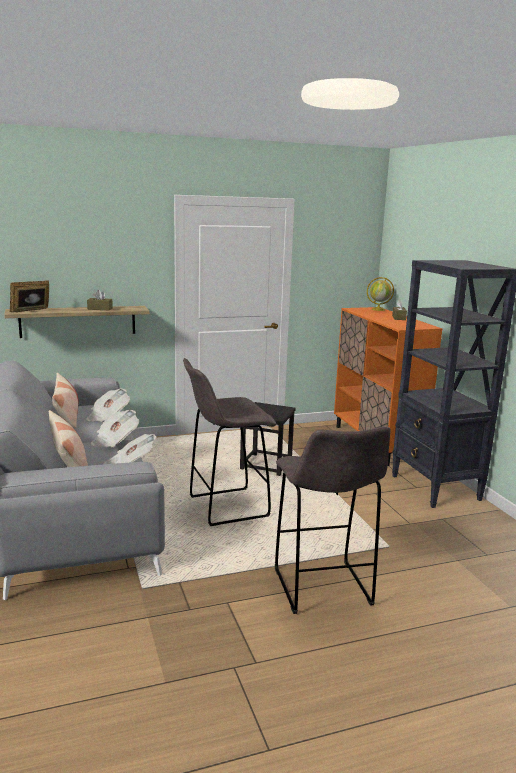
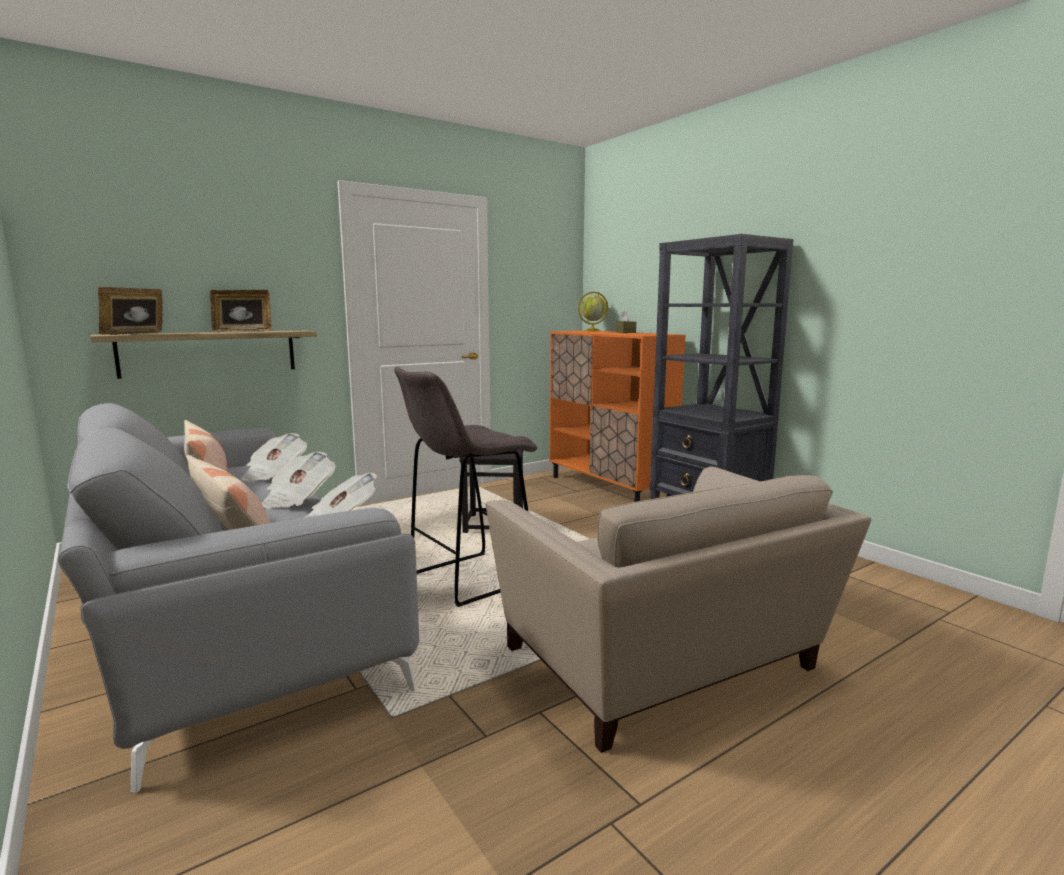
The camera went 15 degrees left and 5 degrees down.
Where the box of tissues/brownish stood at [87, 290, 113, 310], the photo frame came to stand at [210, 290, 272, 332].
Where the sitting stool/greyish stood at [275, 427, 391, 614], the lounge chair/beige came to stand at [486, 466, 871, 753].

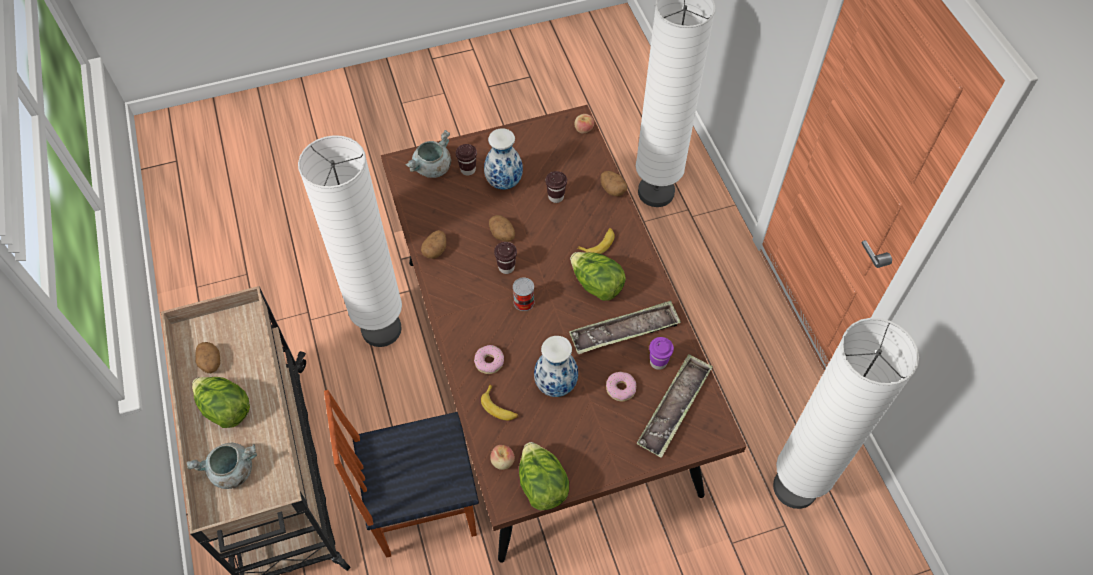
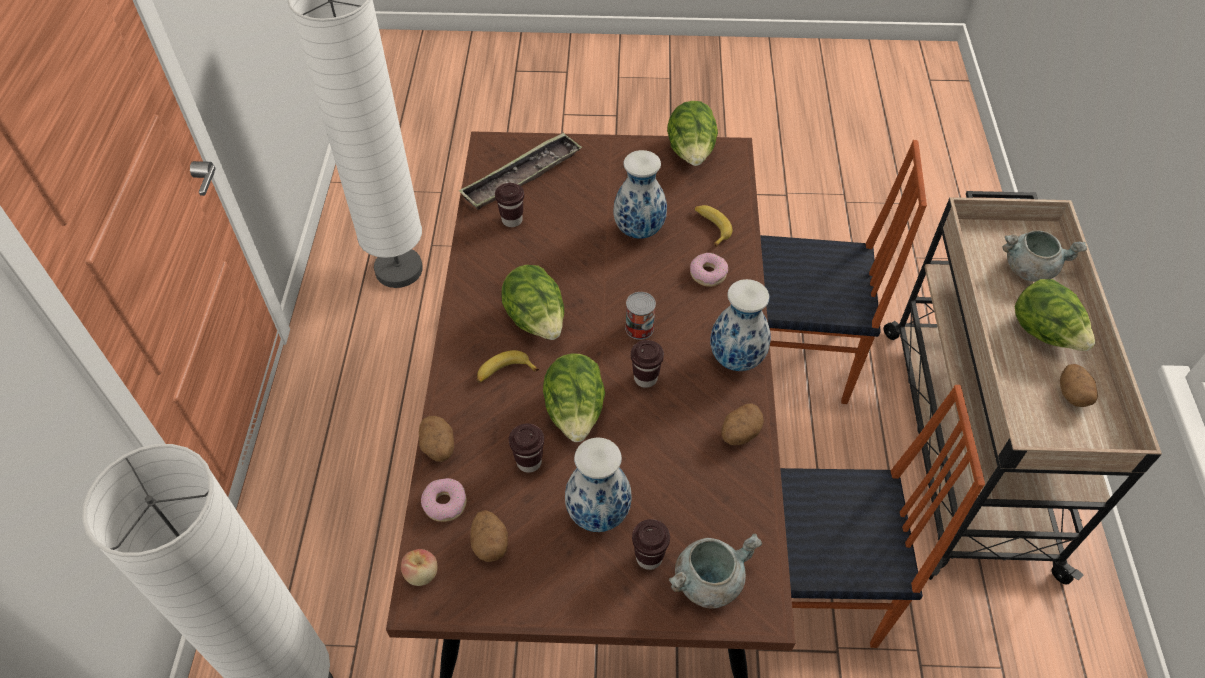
The camera went 160 degrees left and 5 degrees down.
Where the standard lamp/whitish stood at [298, 135, 402, 347], the upright chair came to stand at [780, 385, 985, 648].
The spud ended up elsewhere, having gone from [489, 215, 515, 242] to [470, 510, 508, 562].
The second view lost the apple at [490, 445, 515, 470].
The second view lost the tray at [569, 301, 681, 354].
The doughnut ended up elsewhere, having gone from [606, 372, 636, 402] to [421, 478, 467, 522].
What was the cup/purplish at [649, 337, 674, 370] turned into the cup/brownish at [495, 183, 524, 227].
The second view gained the lettuce head at [543, 353, 605, 442].
The second view gained the flower vase at [710, 279, 771, 371].

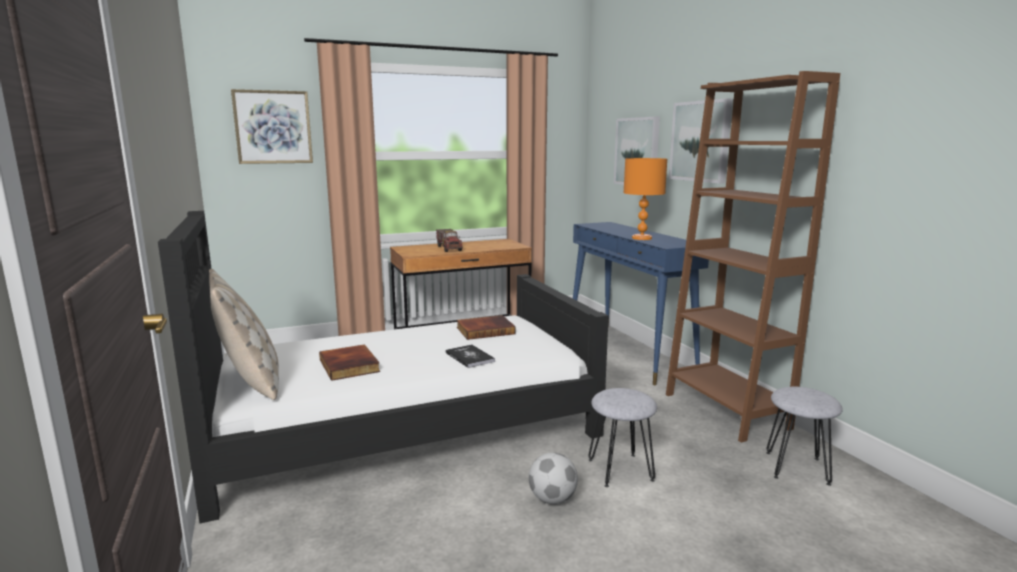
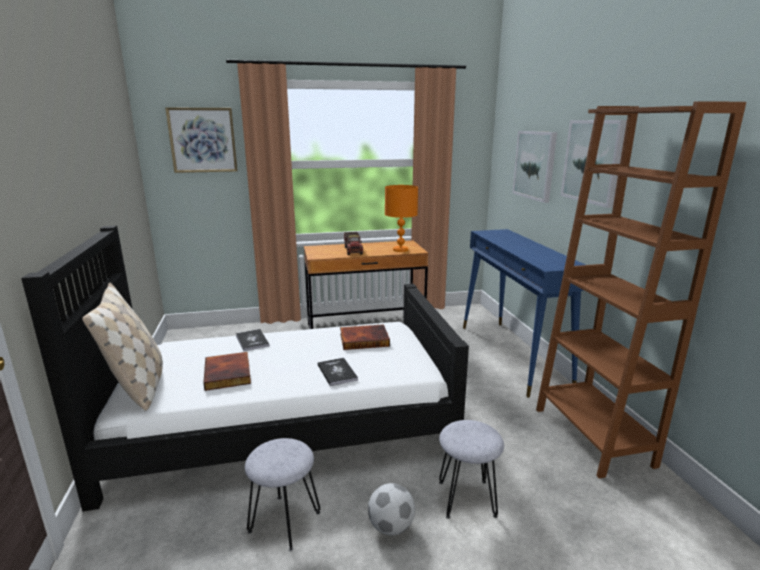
The camera went 10 degrees right and 5 degrees up.
The tabletop lamp/orange ended up elsewhere, having gone from [624, 158, 667, 240] to [385, 185, 418, 252].
The sitting stool/greyish ended up elsewhere, having gone from [766, 387, 843, 486] to [245, 438, 321, 551].
The second view gained the volume at [236, 329, 269, 351].

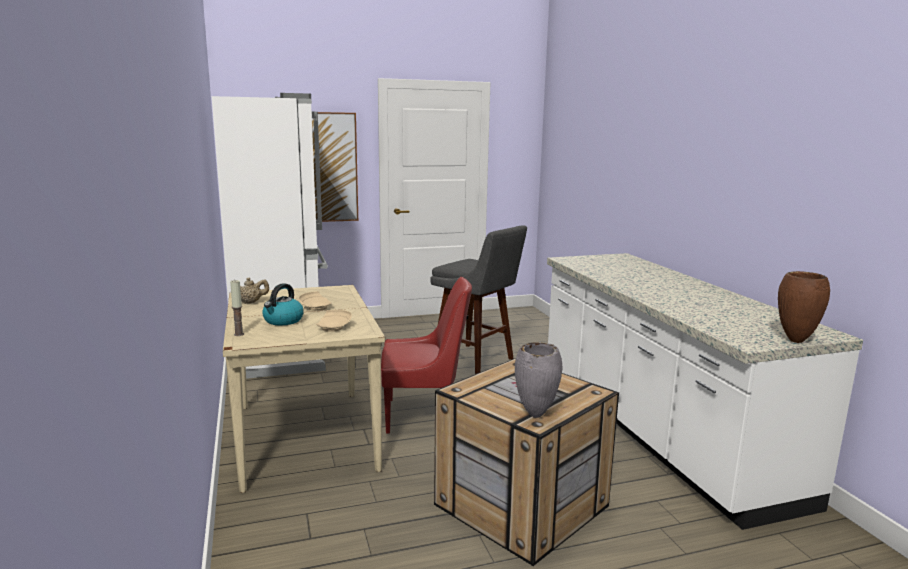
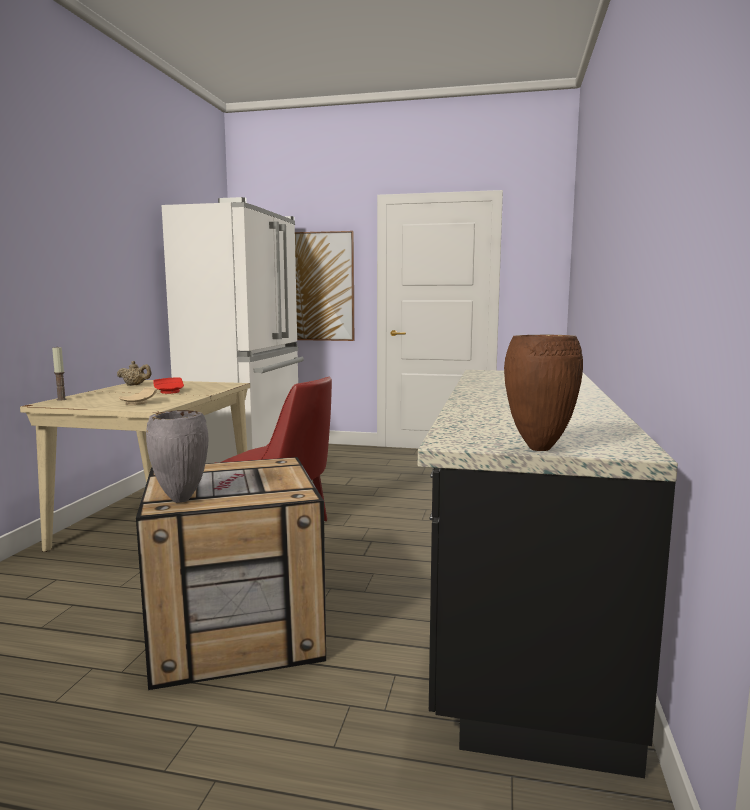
The camera went 30 degrees right and 5 degrees down.
The second view lost the tea kettle at [262, 283, 304, 325].
What was the flat dish/beige at [299, 291, 332, 311] turned into the flat dish/red-coloured at [153, 378, 184, 394].
The second view lost the sitting stool/greyish at [430, 225, 527, 374].
What was the kitchen counter/whitish at [547, 253, 863, 530] turned into the kitchen counter/black-coloured at [418, 370, 678, 778].

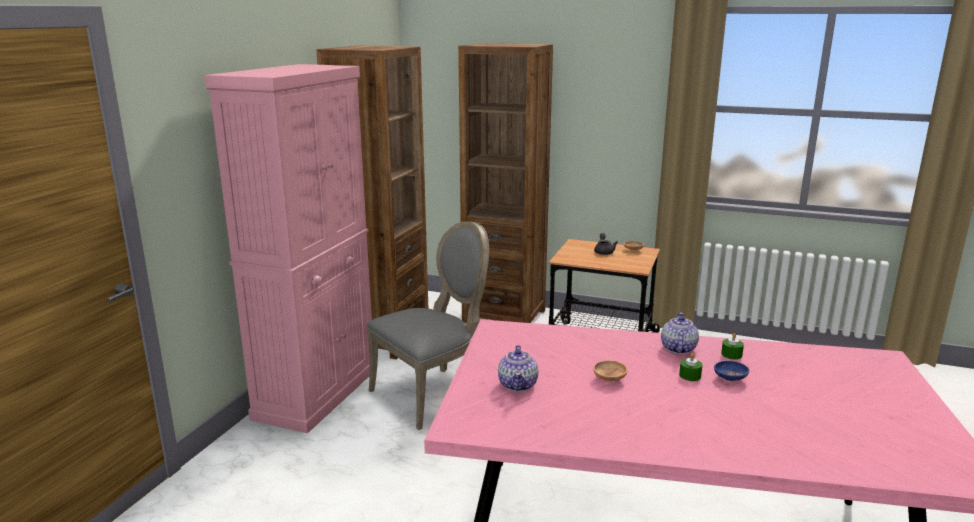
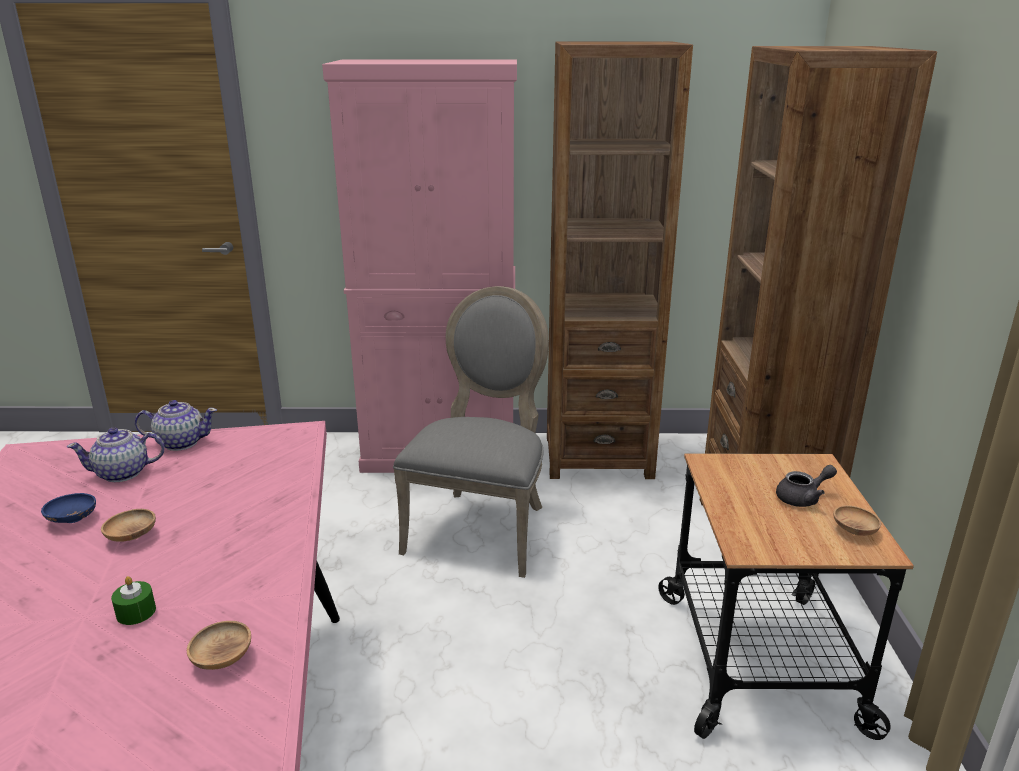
The camera went 70 degrees right and 5 degrees up.
The upright chair/greyish at [367, 221, 489, 430] ended up facing another way, 105 degrees counterclockwise from before.
The tea pot ended up elsewhere, having gone from [661, 313, 699, 354] to [135, 400, 217, 451].
The bowl/bluish ended up elsewhere, having gone from [714, 361, 749, 381] to [41, 493, 96, 523].
Where the wax light/green stood at [721, 333, 744, 360], the bowl/brownish came to stand at [187, 621, 251, 670].

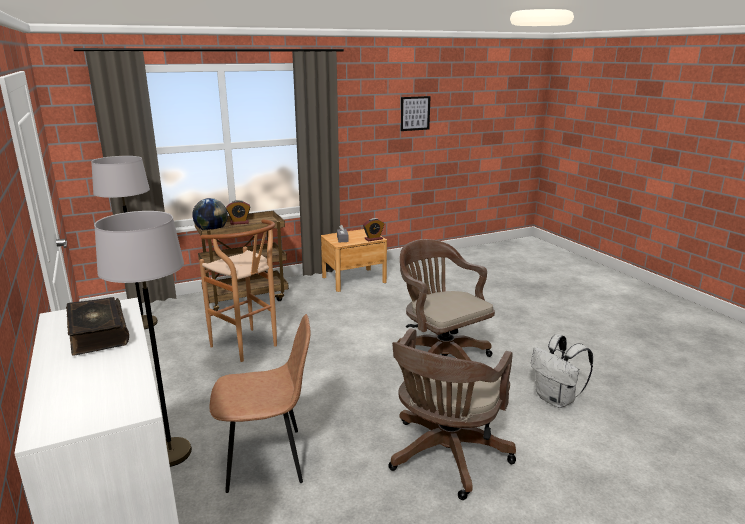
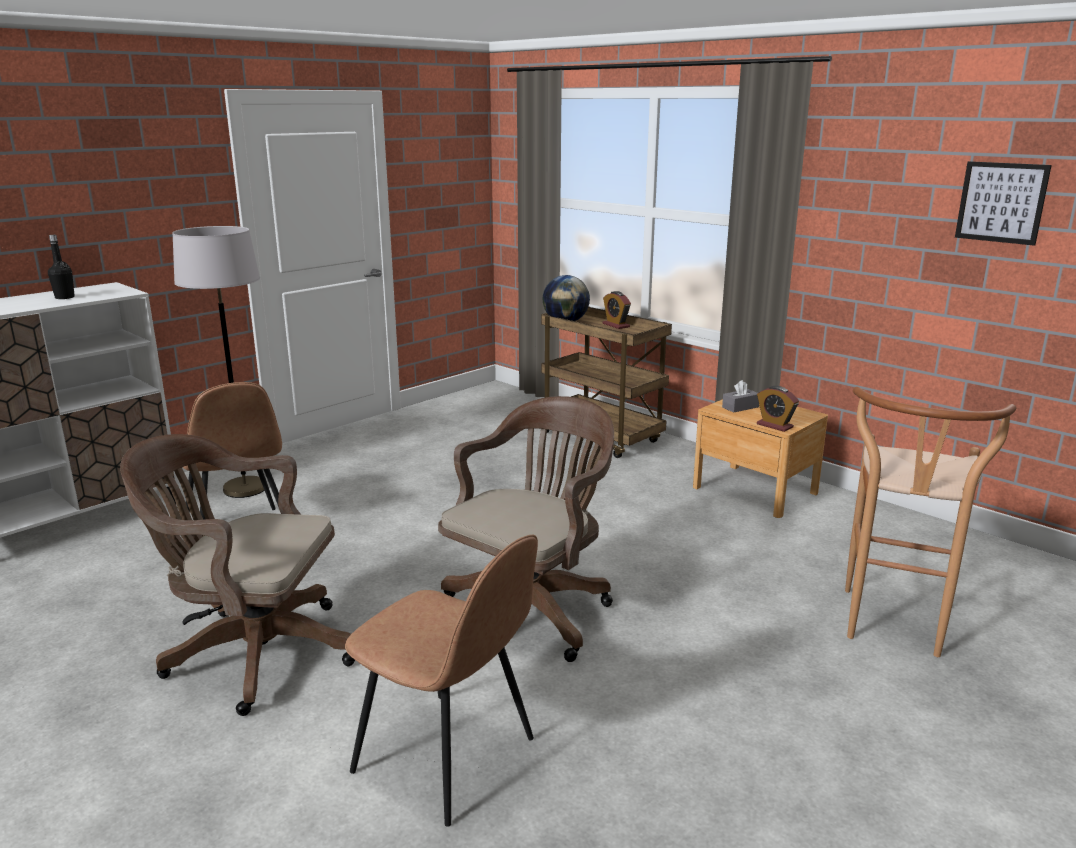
The camera went 70 degrees right and 0 degrees up.
Where the volume stood at [66, 297, 129, 355], the beverage bottle/black-coloured came to stand at [48, 235, 75, 299].
The second view lost the standard lamp/greyish at [91, 156, 158, 329].
The sitting stool/brownish ended up elsewhere, having gone from [199, 219, 277, 362] to [845, 387, 1016, 657].
Where the rucksack/whitish stood at [531, 334, 593, 408], the upright chair/brownish came to stand at [345, 535, 538, 827].

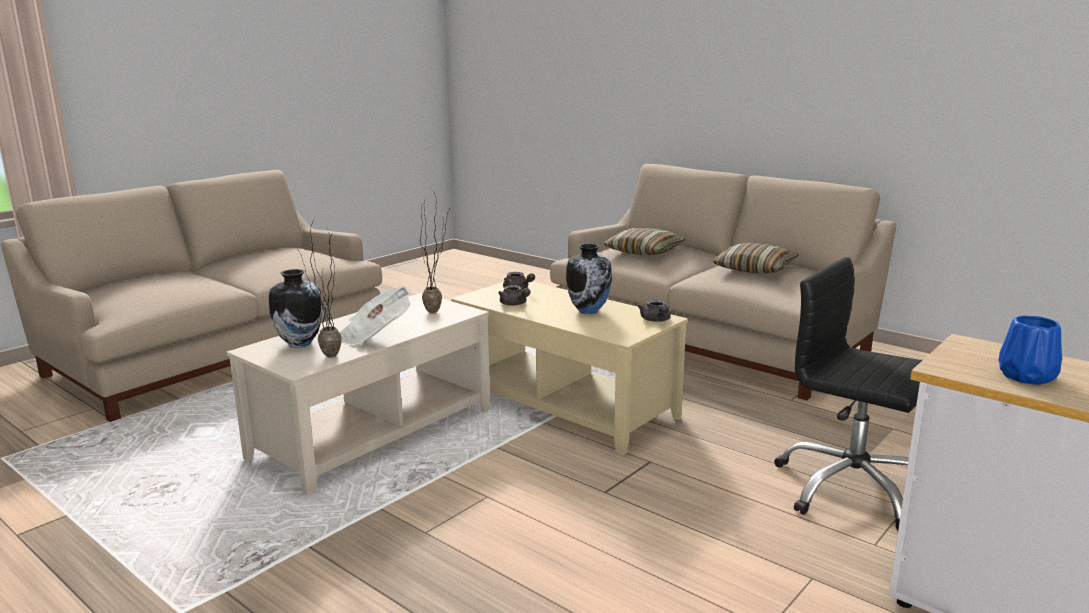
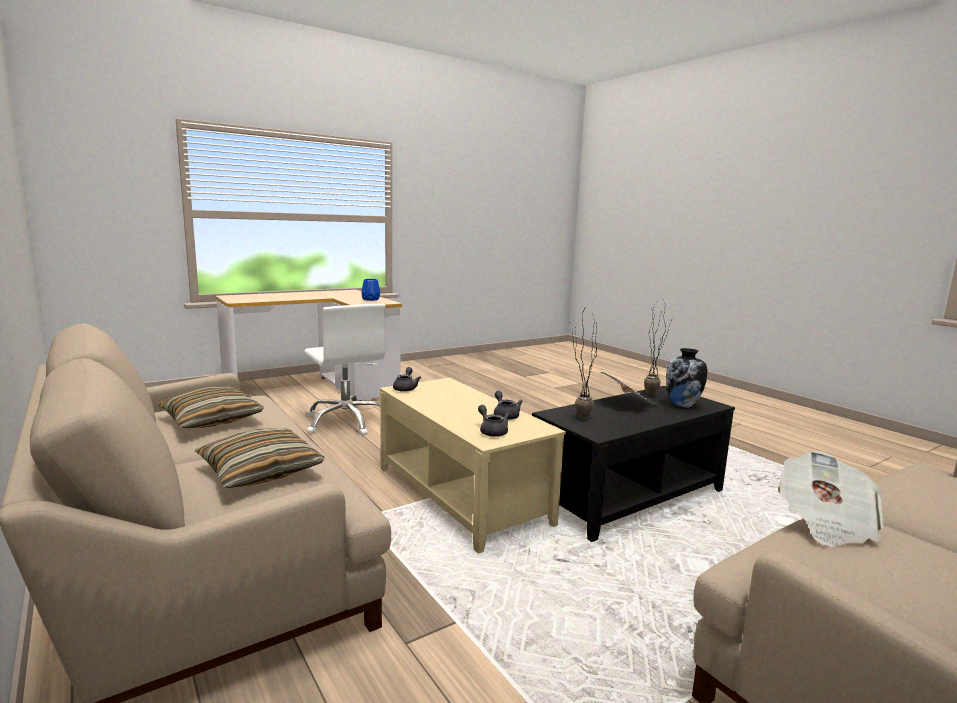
The camera went 165 degrees left and 5 degrees down.
What was the coffee table/beige at [227, 293, 490, 496] turned into the coffee table/black-coloured at [532, 386, 735, 542].
The second view lost the flower vase at [566, 244, 612, 314].
What was the computer chair/black-coloured at [774, 257, 922, 531] turned into the computer chair/whitish at [304, 304, 385, 436].
The second view gained the daily paper at [777, 451, 884, 547].

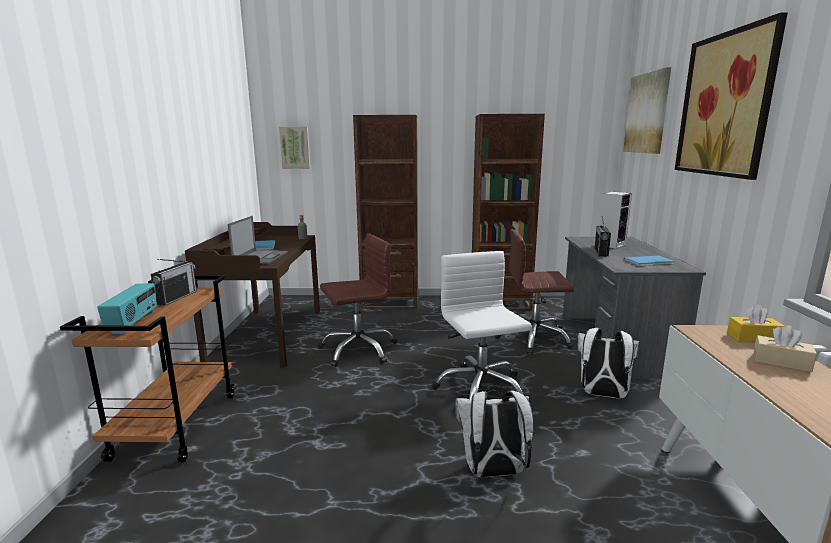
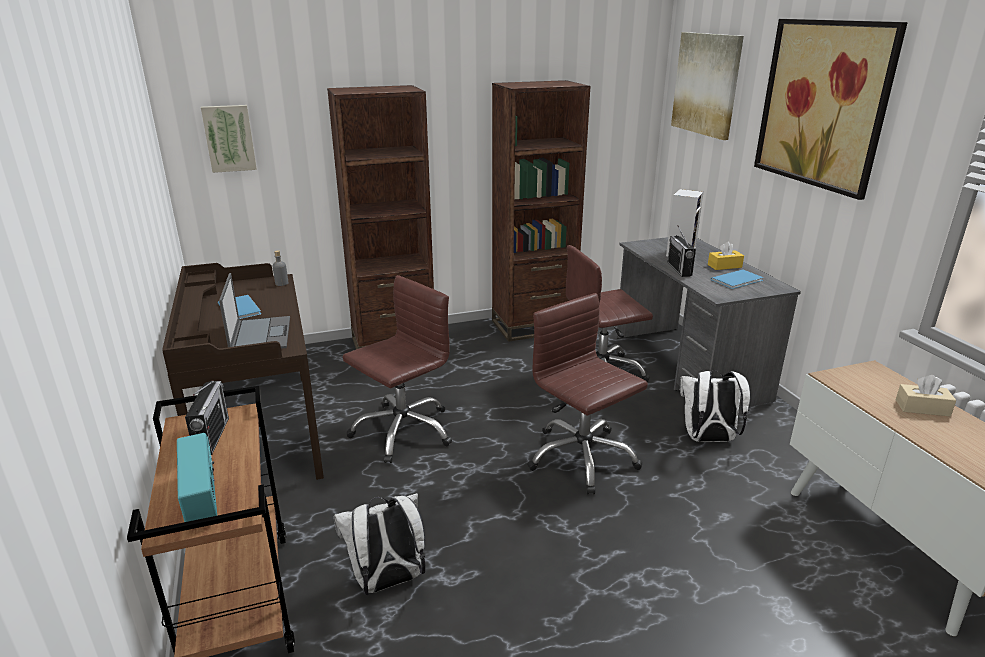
The camera went 20 degrees left and 10 degrees up.
What was the computer chair/whitish at [432, 251, 532, 400] turned into the computer chair/brownish at [527, 293, 648, 495].
The rucksack/whitish ended up elsewhere, having gone from [455, 390, 534, 477] to [333, 493, 425, 595].
The box of tissues/yellow ended up elsewhere, having gone from [727, 305, 785, 342] to [708, 242, 744, 270].

